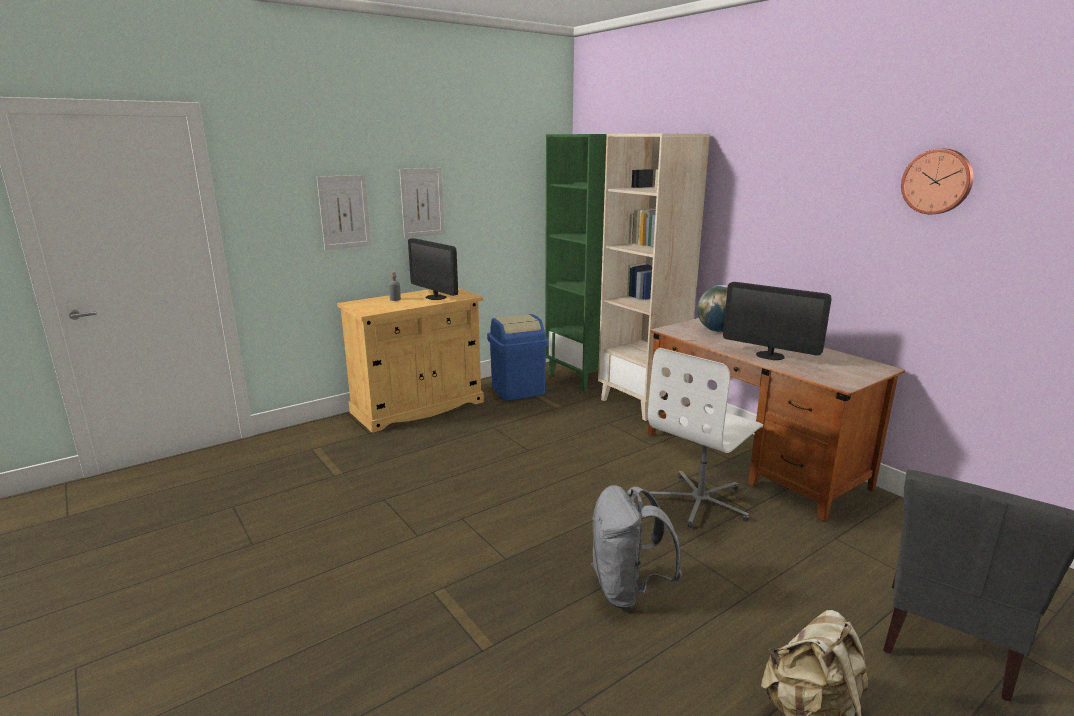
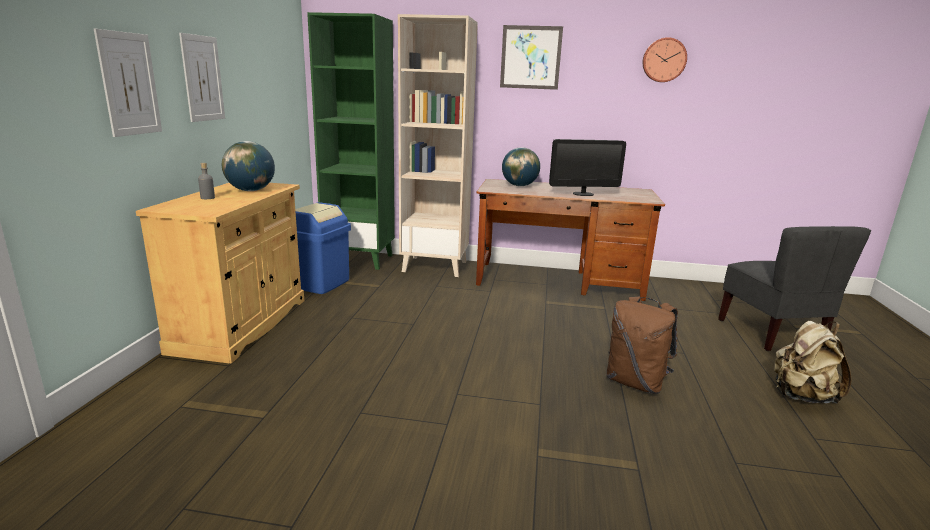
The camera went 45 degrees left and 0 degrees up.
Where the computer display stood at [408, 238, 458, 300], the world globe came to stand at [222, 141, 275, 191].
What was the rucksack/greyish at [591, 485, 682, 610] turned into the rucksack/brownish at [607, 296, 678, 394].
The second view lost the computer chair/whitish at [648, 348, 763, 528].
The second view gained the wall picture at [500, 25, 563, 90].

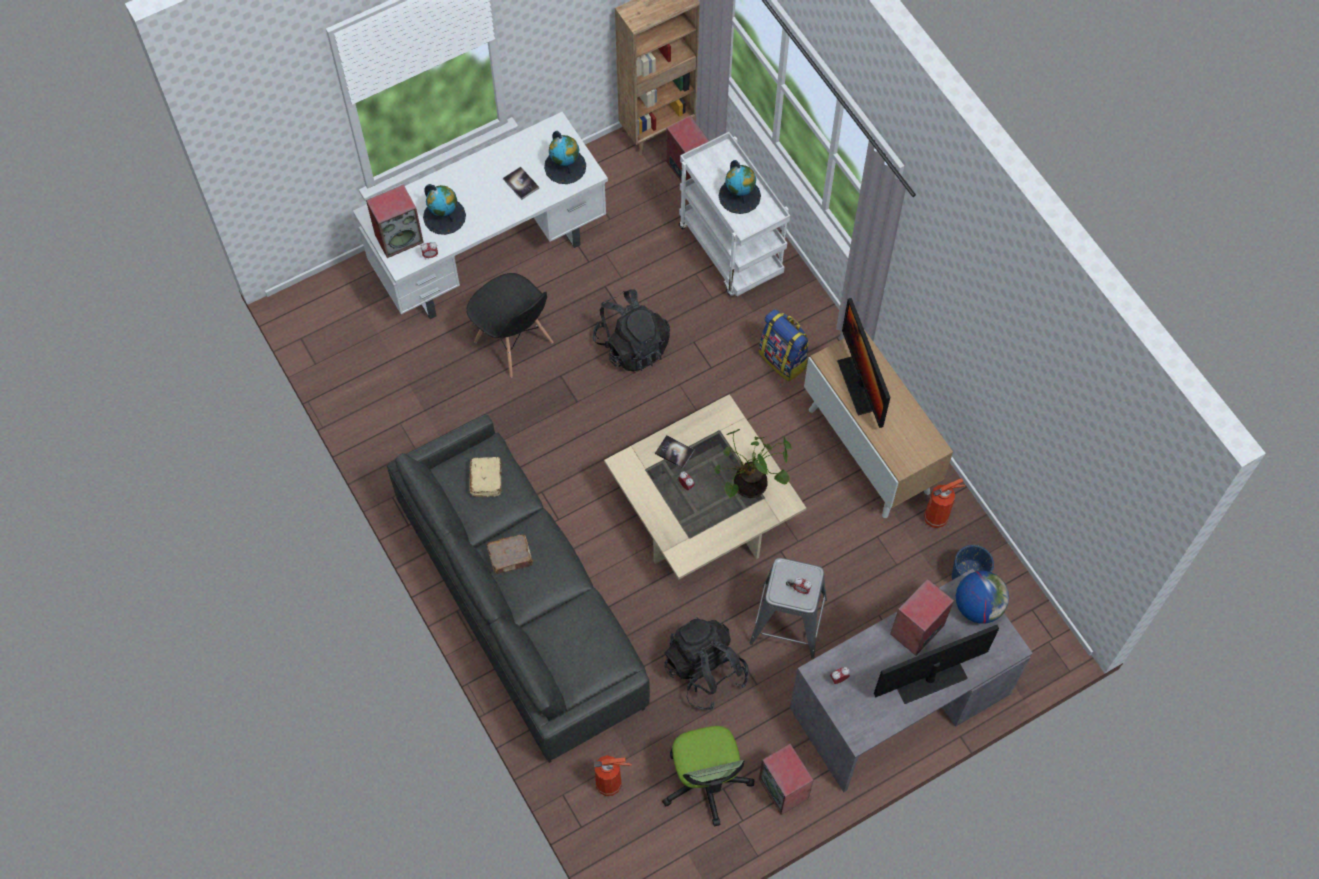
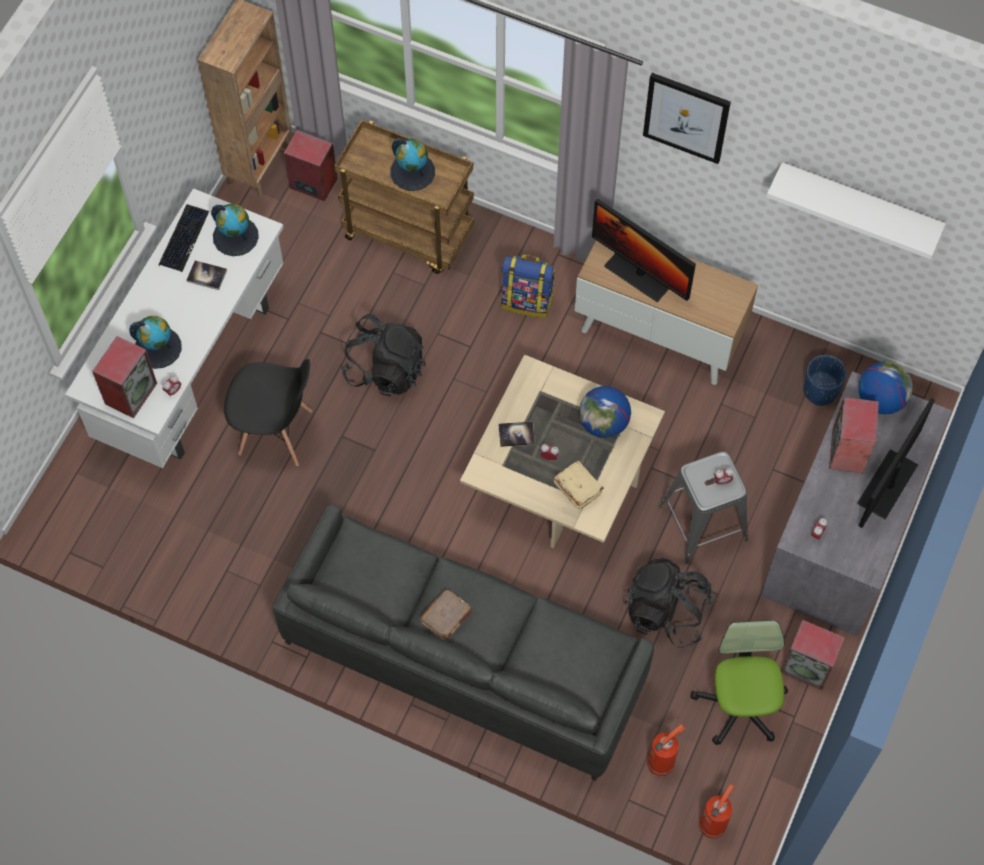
The camera went 35 degrees left and 0 degrees up.
The volume/beige ended up elsewhere, having gone from [470, 457, 502, 497] to [554, 461, 604, 509].
The computer chair at [662, 726, 754, 826] ended up facing another way, 135 degrees counterclockwise from before.
What was the trolley/whitish at [679, 132, 790, 296] turned into the trolley/brownish at [334, 120, 474, 274].
Where the potted plant stood at [715, 429, 792, 498], the world globe came to stand at [579, 386, 631, 438].
The fire extinguisher ended up elsewhere, having gone from [924, 478, 965, 528] to [699, 784, 734, 838].
The second view gained the keyboard at [158, 204, 209, 272].
The second view gained the wall picture at [643, 73, 731, 164].
The second view gained the shelf/whitish at [767, 162, 946, 259].

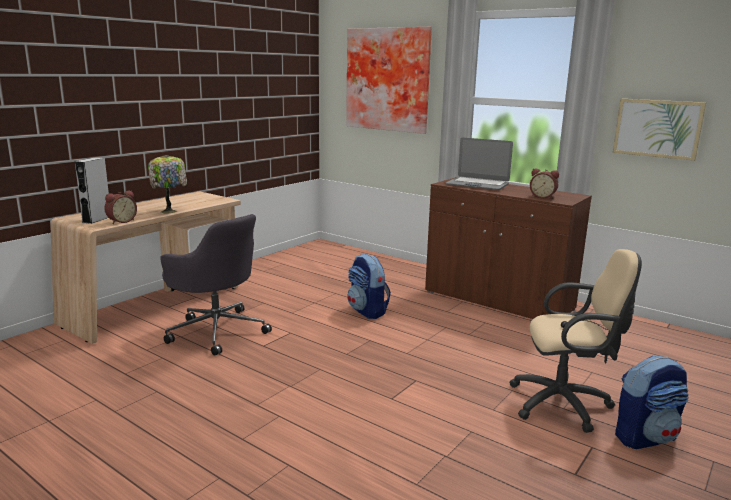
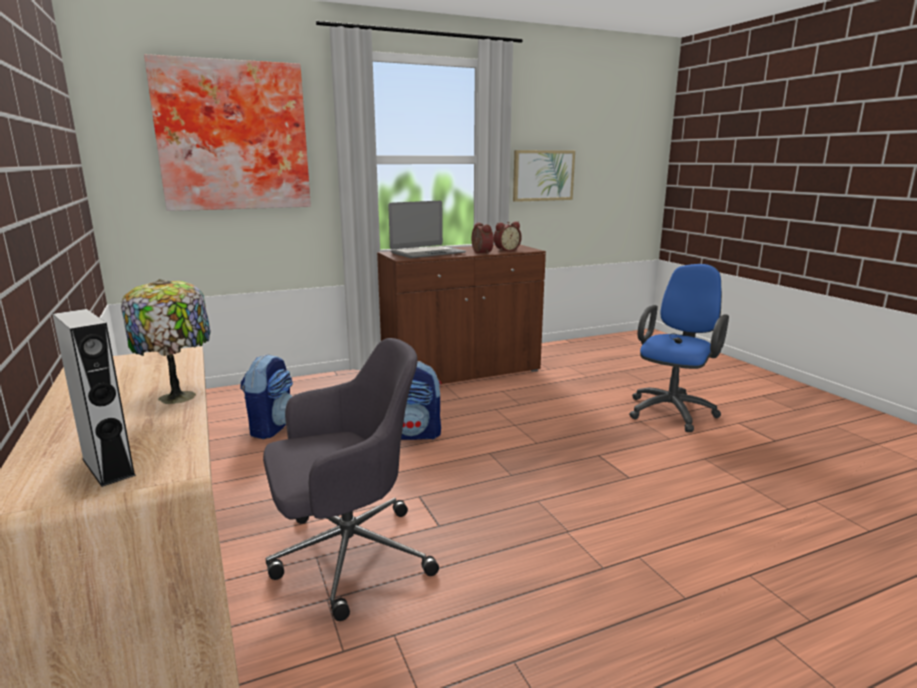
The camera went 60 degrees left and 0 degrees up.
The bedside clock ended up elsewhere, having gone from [104, 190, 137, 224] to [472, 222, 494, 254].
What was the computer chair/beige at [509, 249, 642, 433] turned into the computer chair/bluish at [629, 264, 729, 432].
The rucksack ended up elsewhere, having gone from [615, 356, 689, 449] to [240, 354, 293, 439].

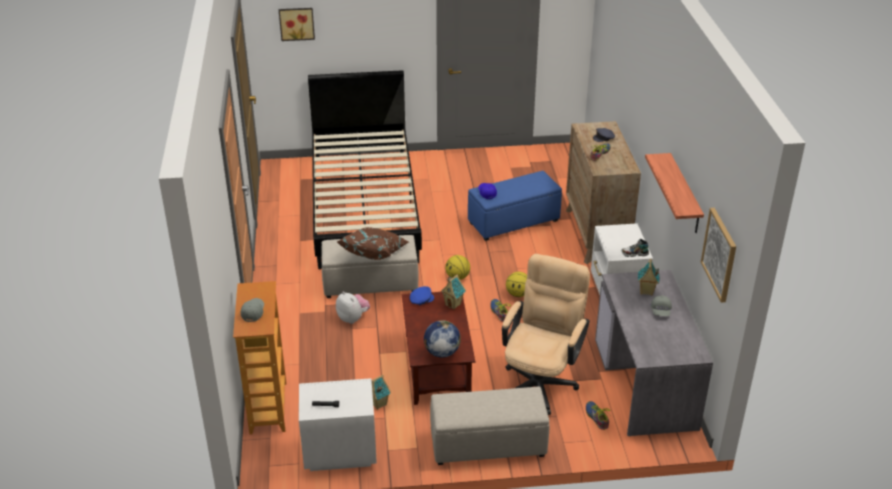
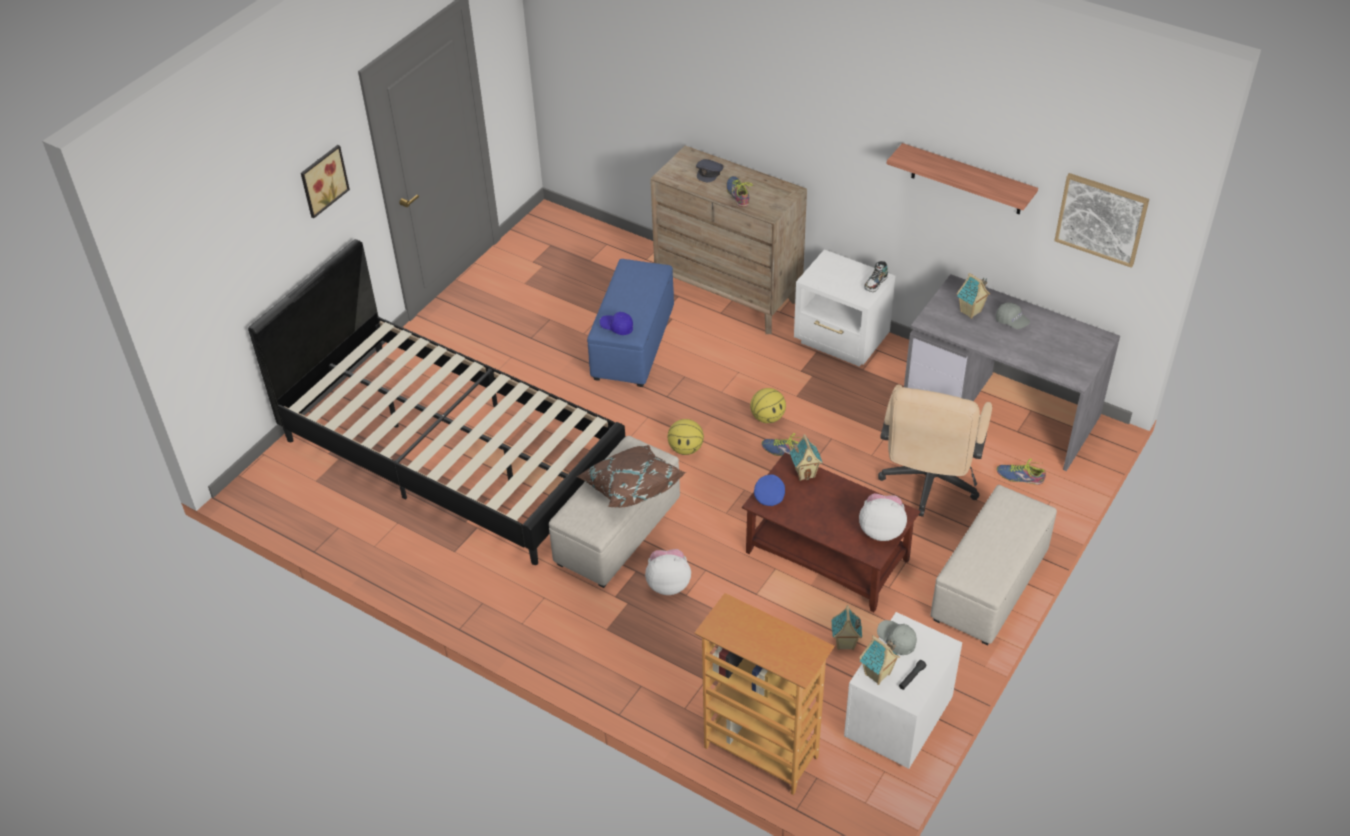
The camera went 50 degrees left and 10 degrees up.
The peaked cap/greyish ended up elsewhere, having gone from [241, 298, 264, 322] to [877, 620, 917, 655].
The wall picture ended up elsewhere, having gone from [279, 8, 315, 41] to [301, 145, 350, 218].
Where the world globe stood at [424, 320, 461, 358], the soft toy came to stand at [859, 493, 907, 541].
The computer chair/beige at [502, 254, 590, 415] ended up facing another way, 135 degrees counterclockwise from before.
The second view gained the miniature house at [859, 635, 900, 685].

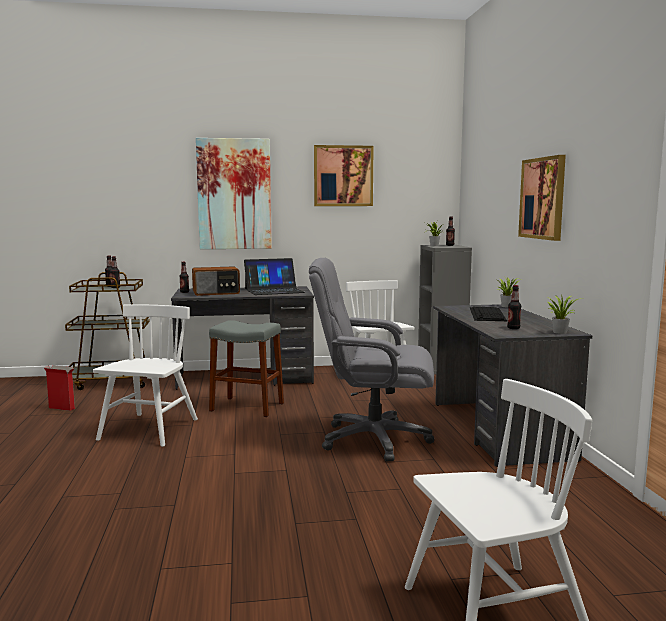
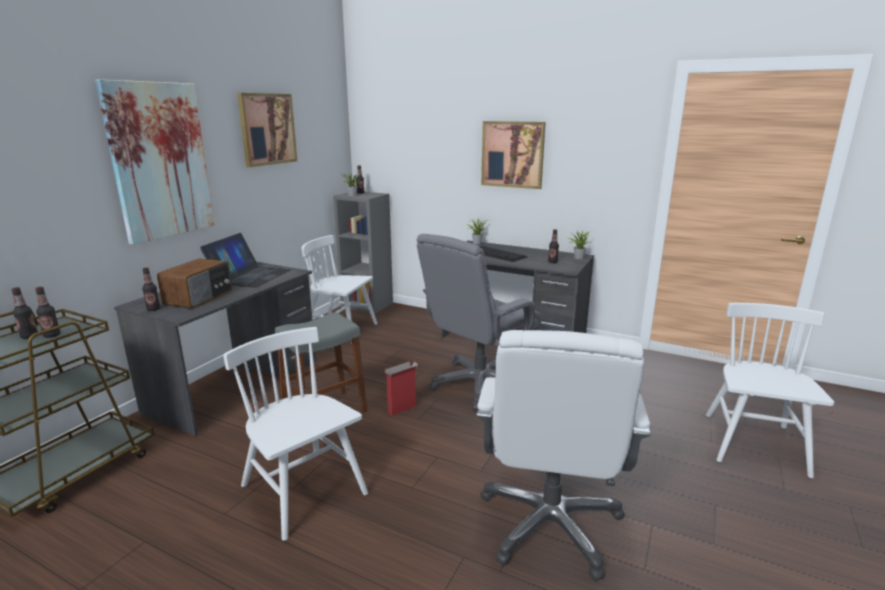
The camera went 55 degrees left and 10 degrees up.
The carton ended up elsewhere, having gone from [44, 365, 75, 411] to [384, 361, 418, 416].
The second view gained the computer chair/whitish at [476, 330, 651, 581].

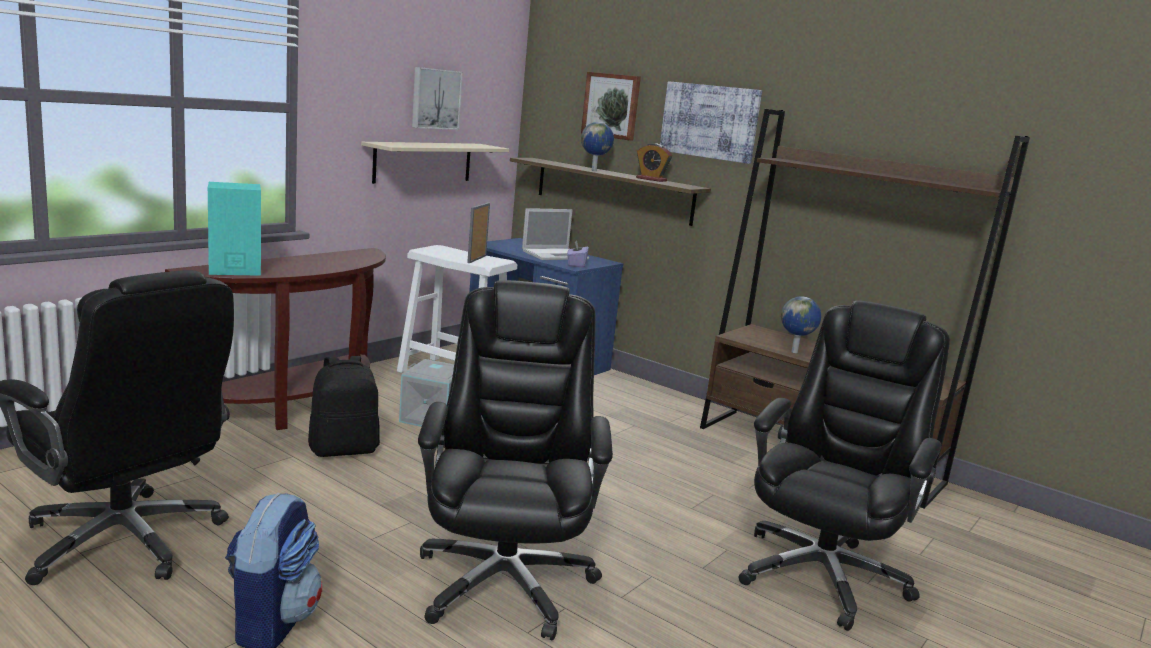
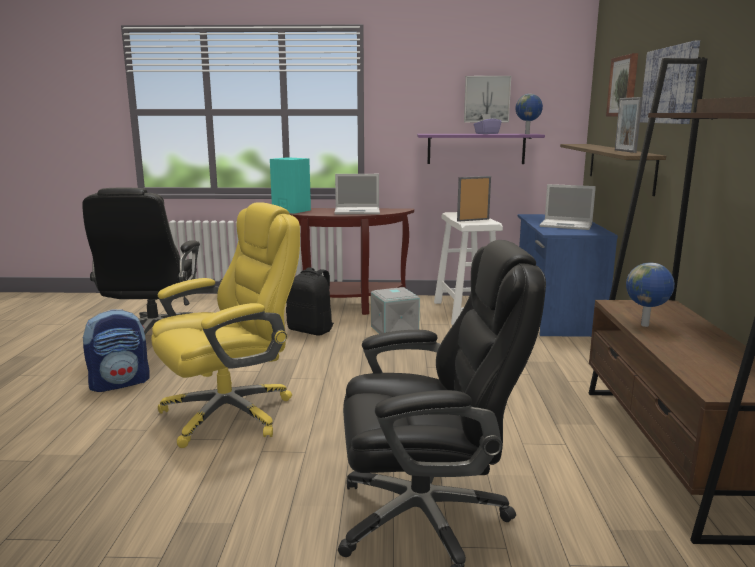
The camera went 55 degrees right and 0 degrees up.
What was the shelf/beige at [361, 142, 509, 184] turned into the shelf/purplish at [417, 134, 545, 164].
What was the computer chair/black-coloured at [418, 280, 613, 640] turned into the computer chair/yellow at [151, 202, 300, 448].
The box of tissues/purplish ended up elsewhere, having gone from [567, 240, 589, 268] to [473, 114, 501, 134].
The world globe ended up elsewhere, having gone from [581, 122, 614, 171] to [516, 94, 543, 134].
Where the bedside clock stood at [636, 144, 672, 182], the photo frame came to stand at [615, 97, 643, 153].
The second view gained the notebook computer at [334, 174, 380, 214].

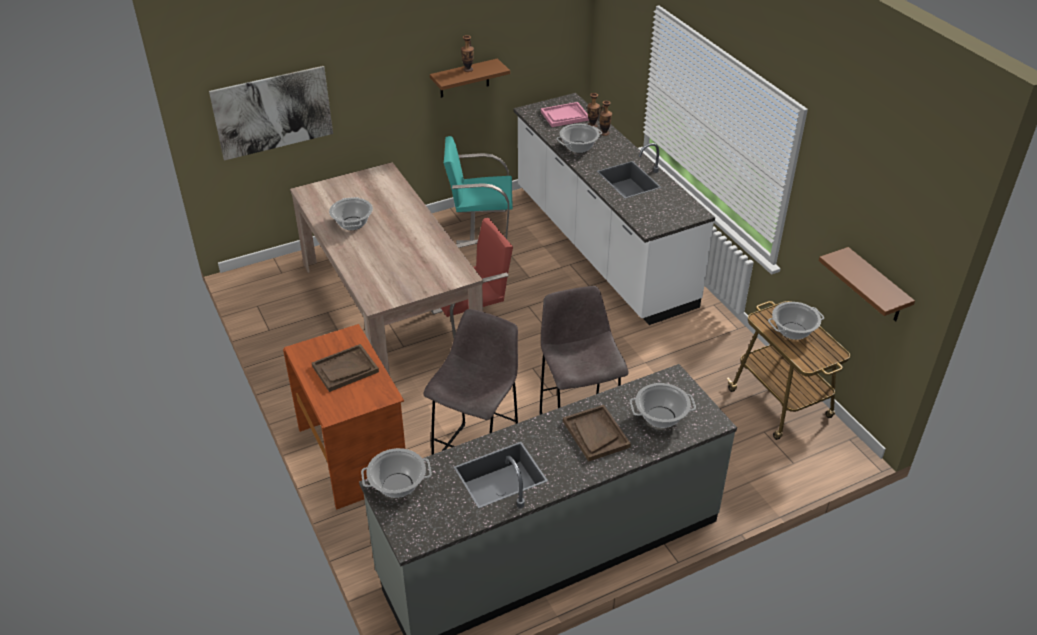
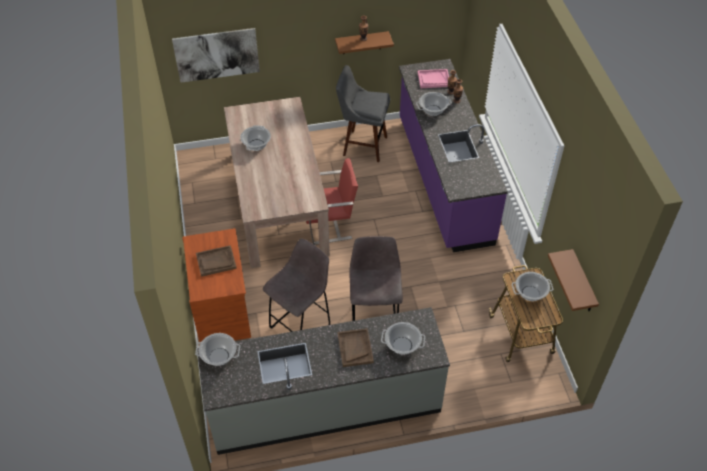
The camera went 15 degrees right and 10 degrees up.
Where the upright chair/turquoise stood at [444, 136, 513, 244], the sitting stool/greyish came to stand at [336, 65, 390, 162].
What was the kitchen counter/whitish at [513, 93, 715, 325] turned into the kitchen counter/purplish at [399, 59, 508, 252].

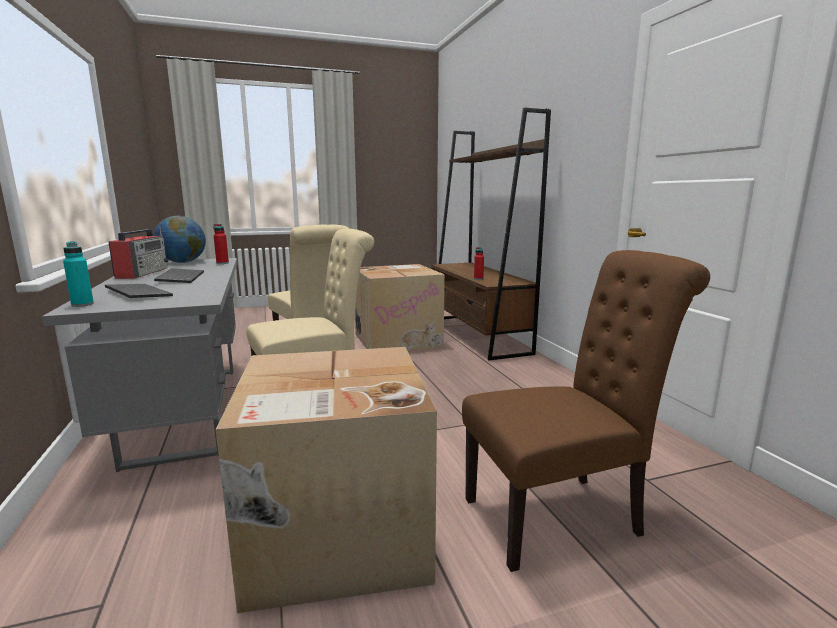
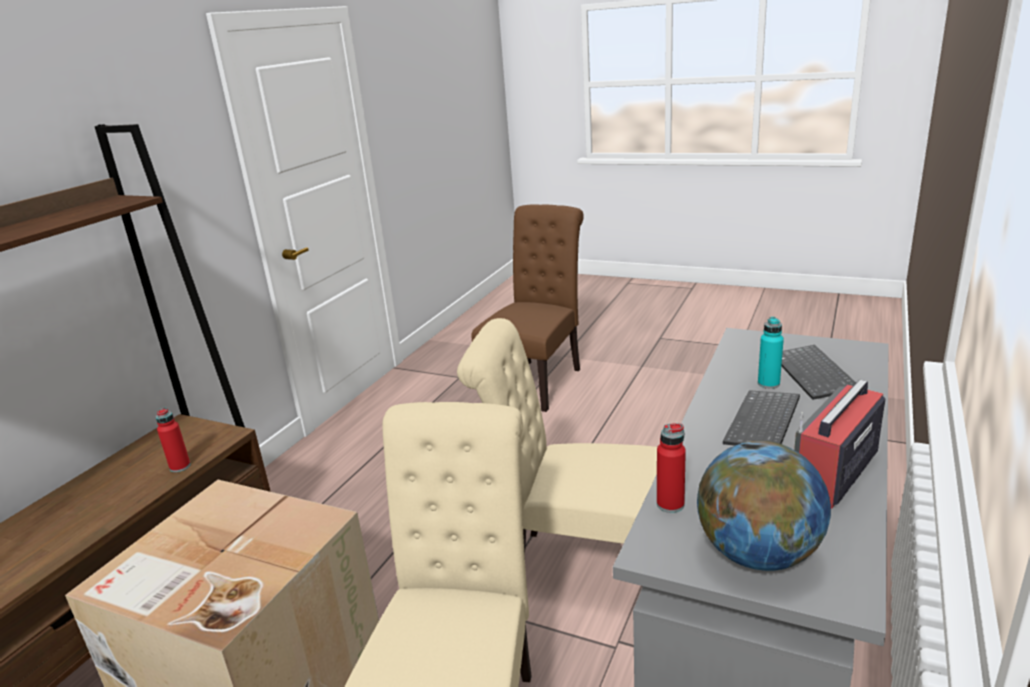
The camera went 135 degrees left and 10 degrees up.
The beverage bottle/turquoise ended up elsewhere, having gone from [63, 241, 94, 307] to [758, 317, 784, 389].
The second view lost the carton at [216, 347, 437, 613].
The upright chair/brownish at [462, 250, 710, 572] ended up facing another way, 90 degrees clockwise from before.

